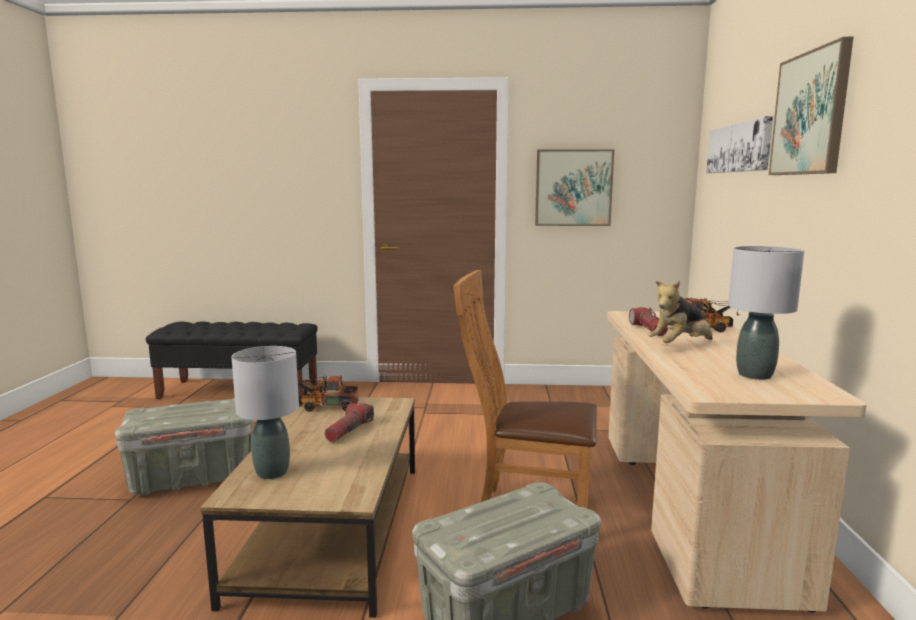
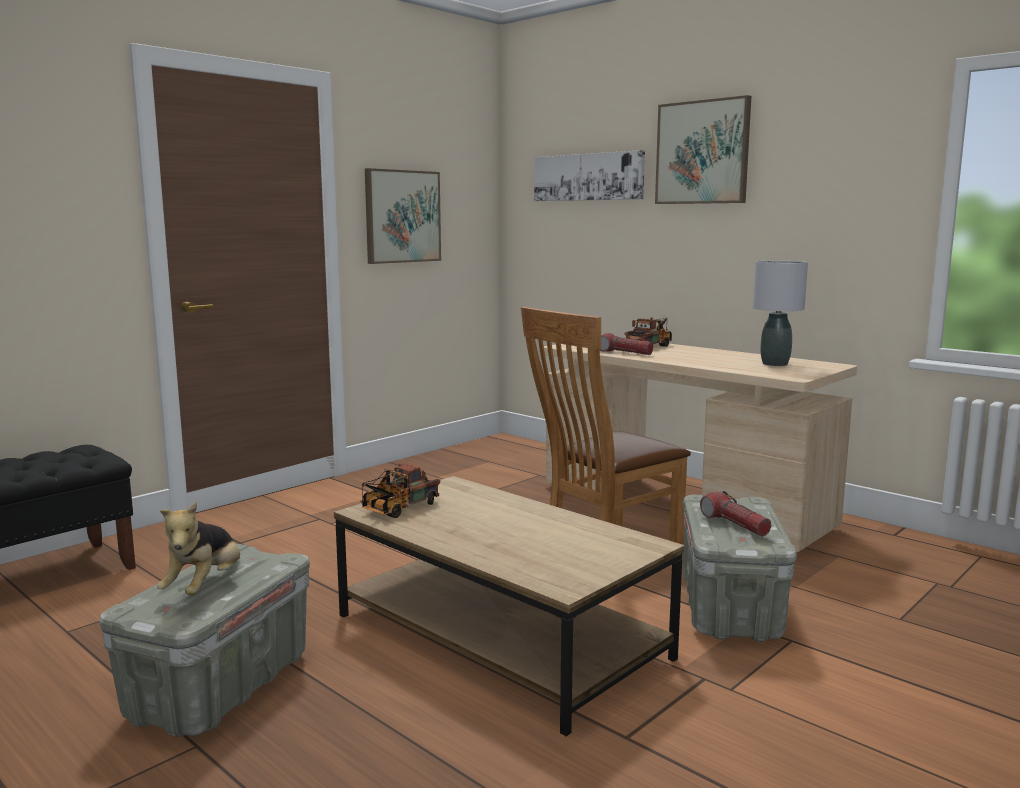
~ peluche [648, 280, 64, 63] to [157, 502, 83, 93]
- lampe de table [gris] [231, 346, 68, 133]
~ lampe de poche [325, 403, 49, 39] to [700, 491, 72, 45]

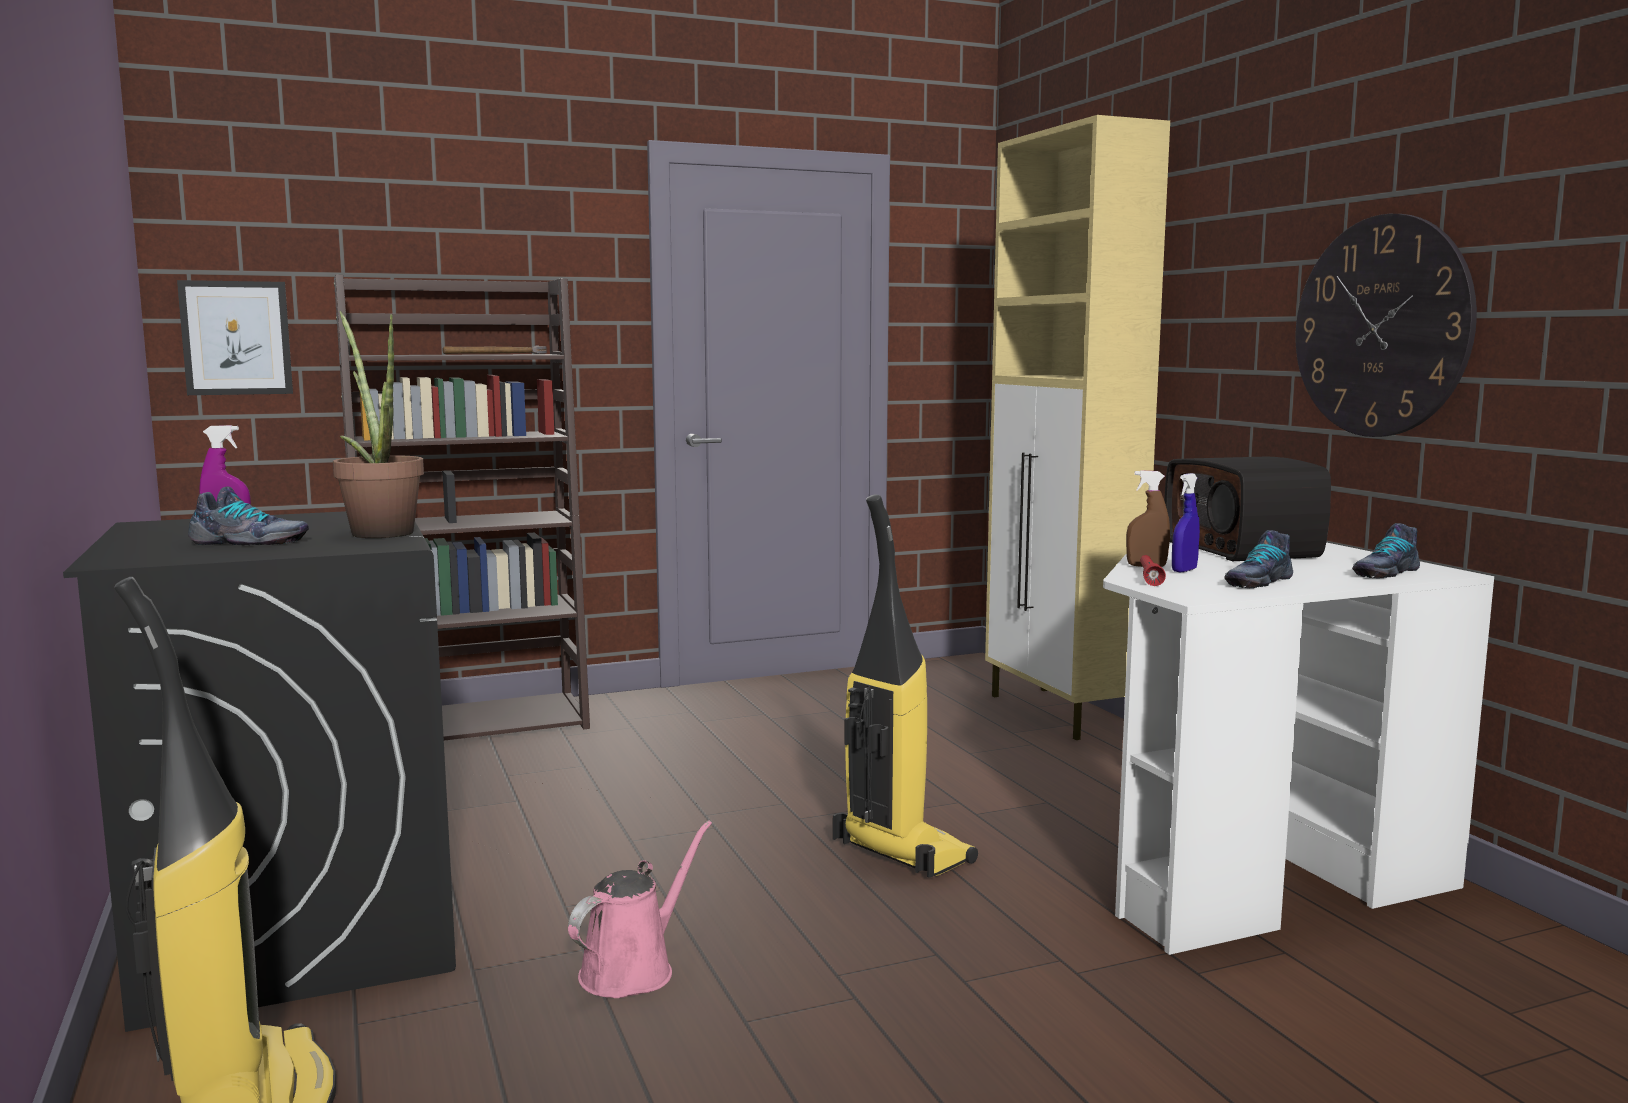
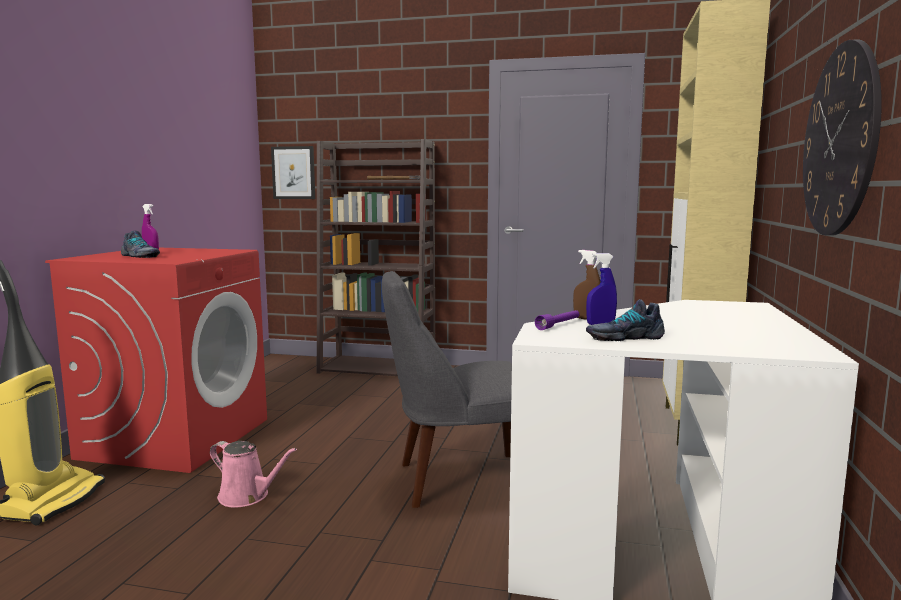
- plante en pot [333, 311, 91, 227]
- radio [1165, 457, 166, 104]
~ aspirateur [833, 495, 145, 383] to chaise [gris] [382, 271, 130, 237]
~ lave-linge [noir] [63, 511, 393, 521] to lave-linge [rouge] [45, 248, 222, 225]
- chaussure [1352, 523, 68, 55]
~ lampe de poche [rouge] [1140, 555, 26, 31] to lampe de poche [violet] [535, 310, 45, 20]
~ arrosoir [rose] [568, 820, 144, 178] = [210, 441, 87, 66] 45 degrees clockwise

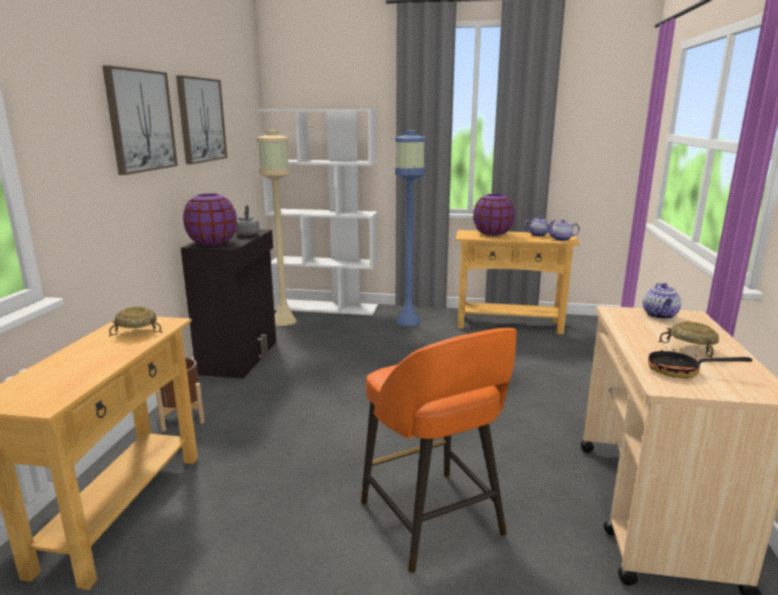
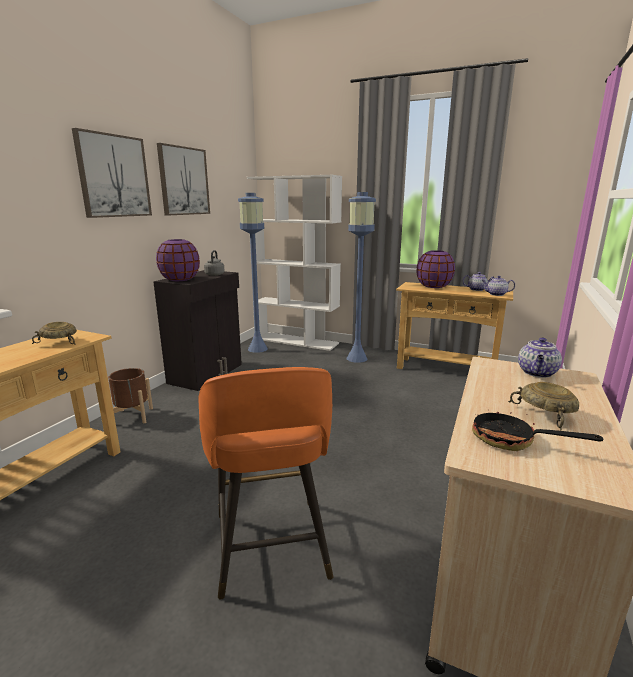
~ lampadaire [beige] [257, 130, 39, 196] to lampadaire [bleu] [238, 193, 30, 160]

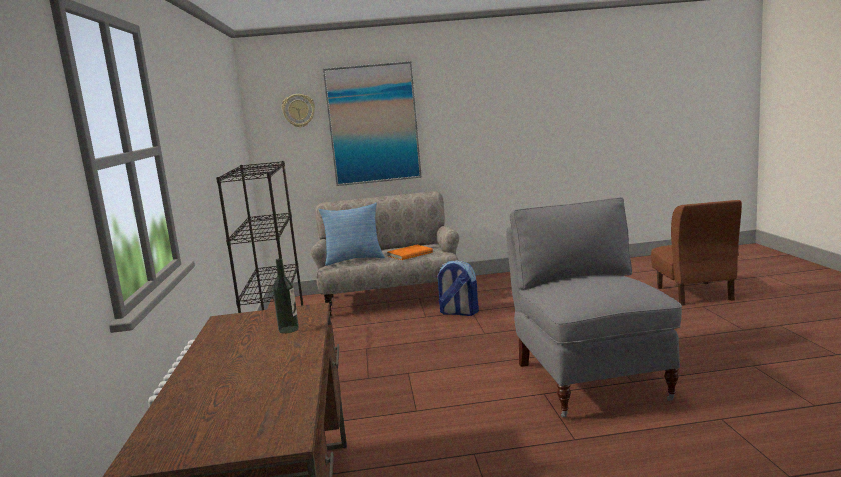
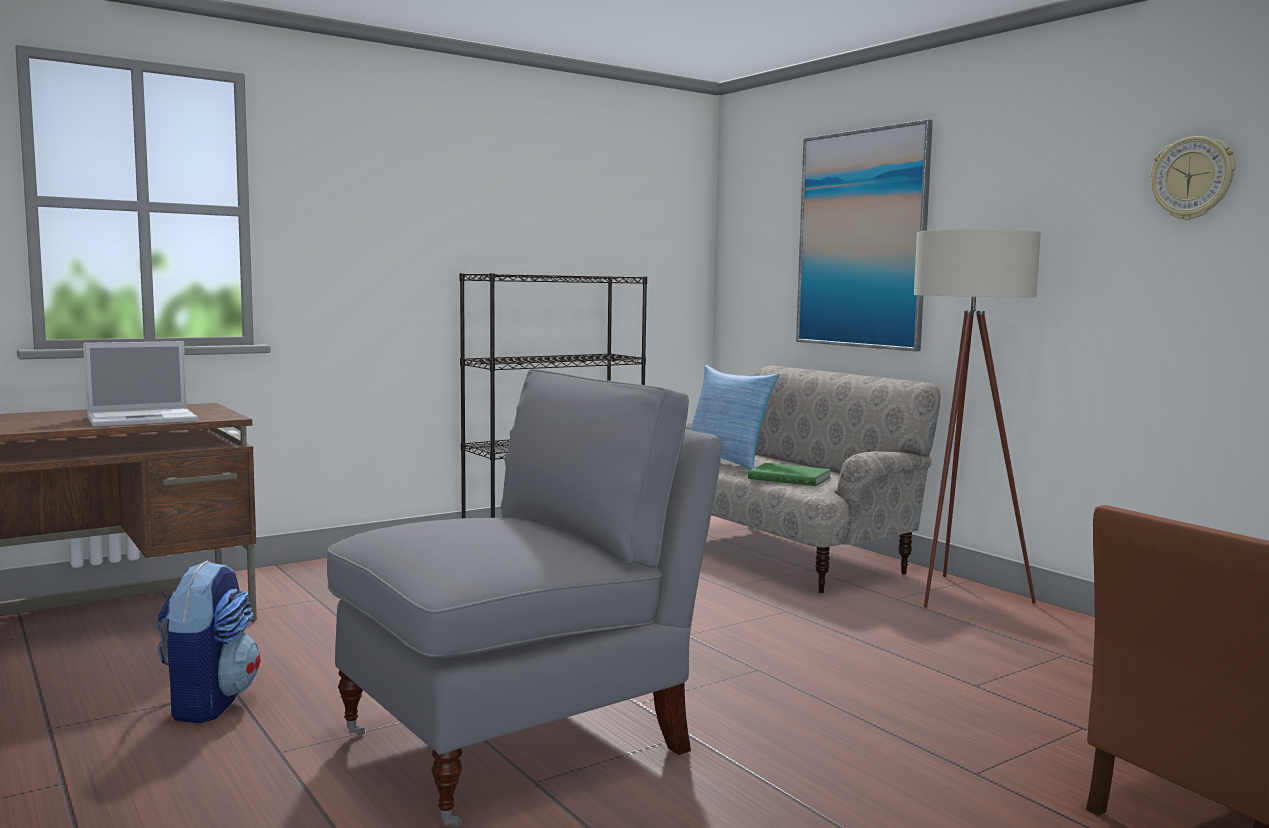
~ horloge murale [282, 94, 33, 33] to [1150, 136, 86, 84]
~ livre [orange] [387, 245, 46, 15] to livre [vert] [748, 463, 83, 23]
~ bouteille [273, 258, 26, 76] to ordinateur portable [83, 341, 115, 86]
~ sac à dos [436, 260, 43, 56] to [156, 561, 104, 162]
+ lampadaire [beige] [914, 229, 127, 379]

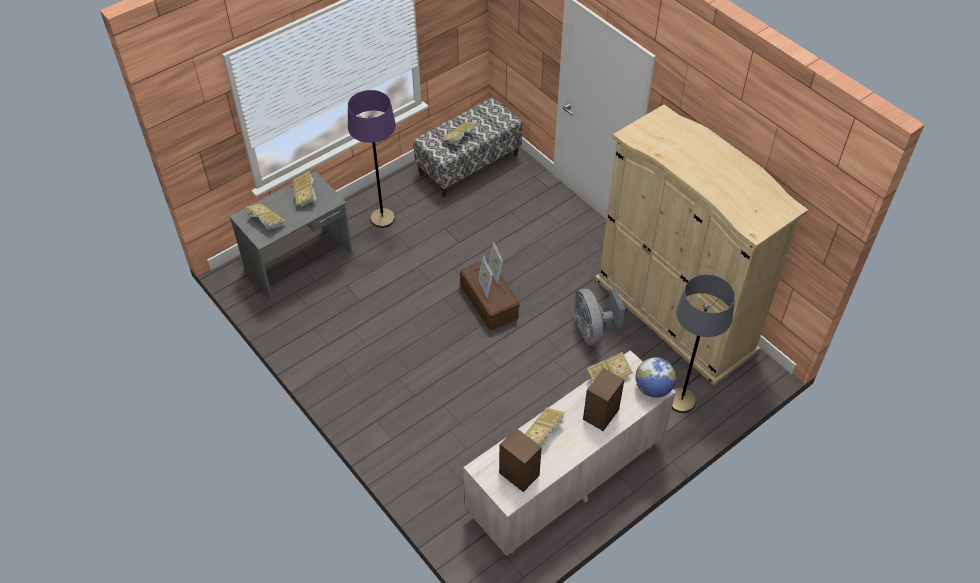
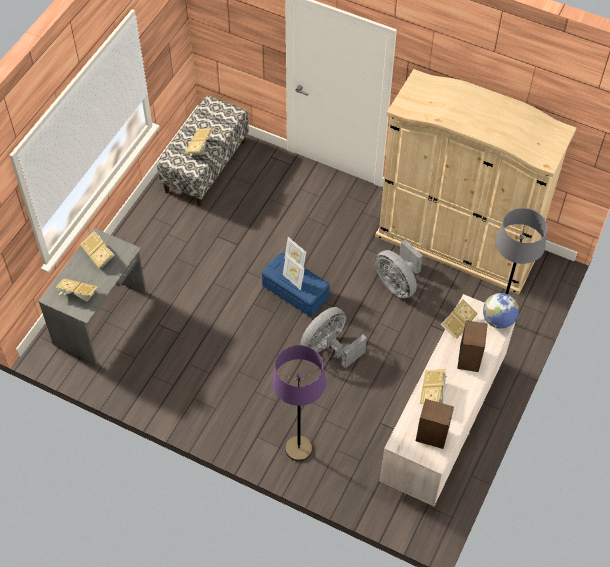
~ lampadaire [violet] [348, 90, 48, 138] to [272, 345, 54, 116]
~ boîte de rangement [marron] [460, 259, 59, 71] to boîte de rangement [bleu] [262, 253, 68, 64]
+ ventilateur [gris] [301, 307, 66, 61]

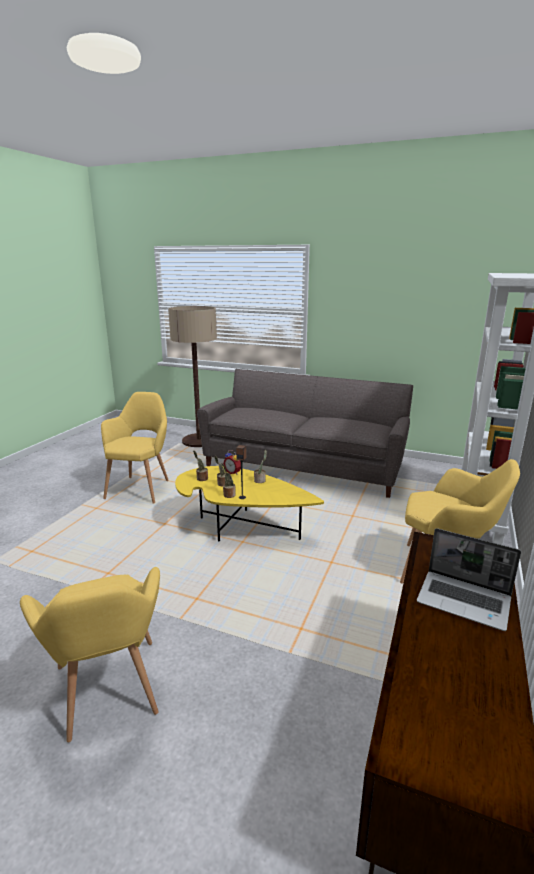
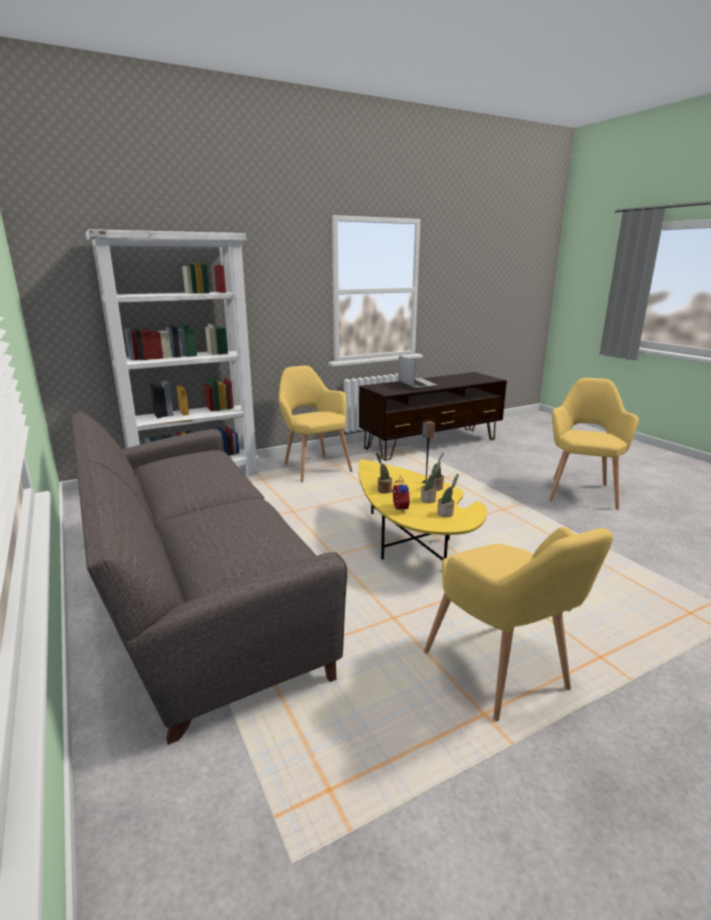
- lampadaire [168, 306, 49, 141]
~ fauteuil [jaune] [101, 392, 68, 112] = [424, 527, 189, 194] 75 degrees counterclockwise

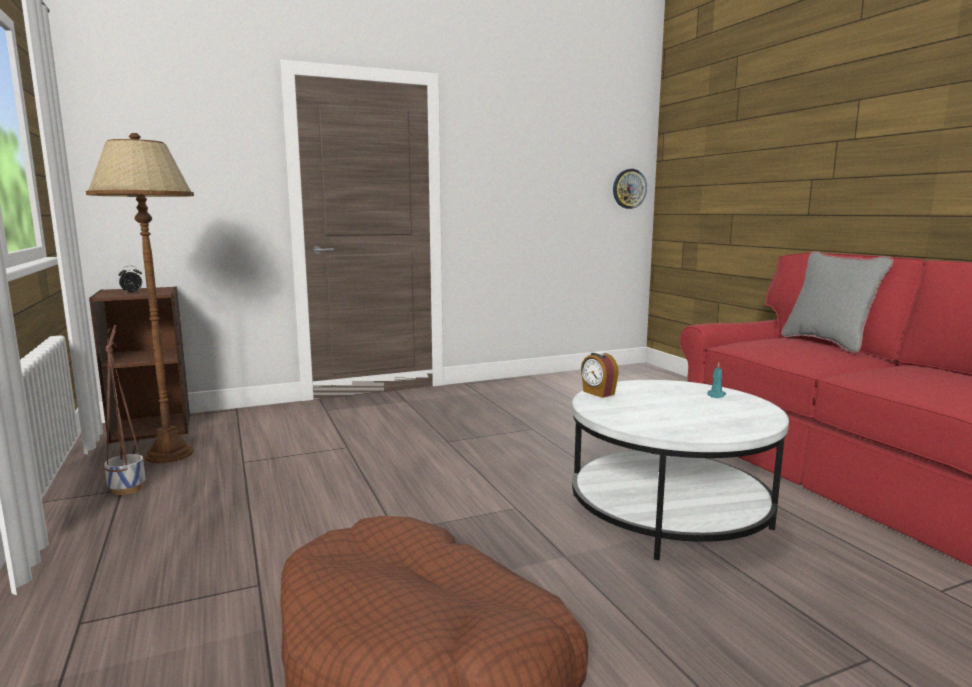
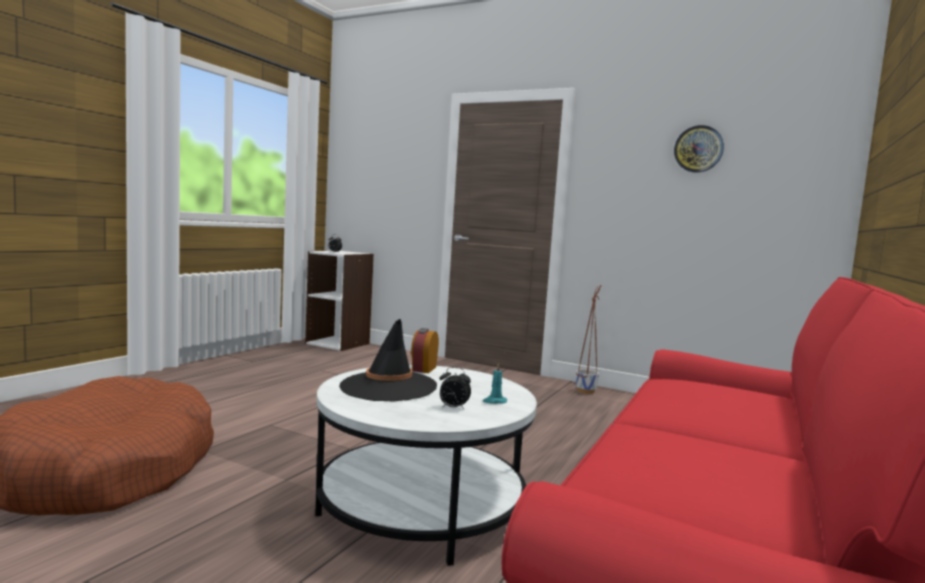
- lampadaire [marron] [86, 133, 108, 330]
~ horloge murale [613, 169, 34, 40] to [674, 125, 50, 48]
- coussin [gris] [781, 251, 113, 102]
~ bibliothèque [marron] [89, 286, 101, 157] to bibliothèque [blanc] [305, 250, 69, 101]
~ cache-pot [104, 325, 41, 170] to [575, 285, 26, 109]
+ chapeau [noir] [339, 319, 98, 83]
+ réveil [439, 367, 32, 42]

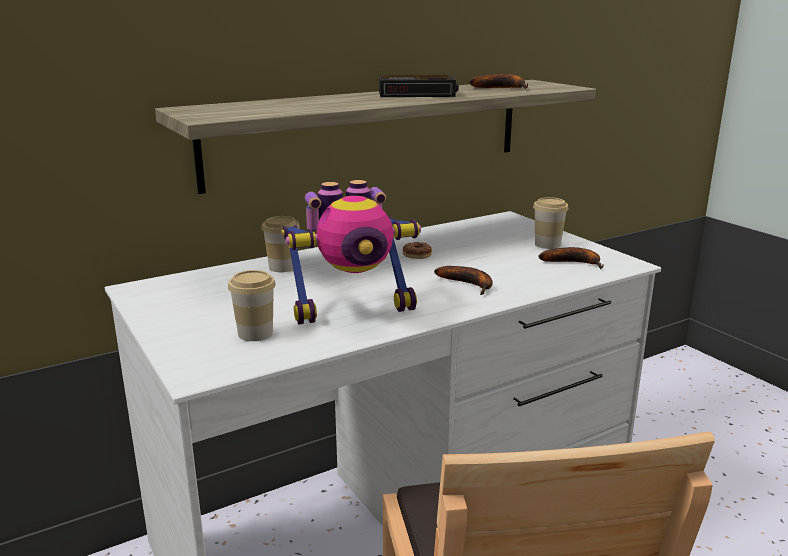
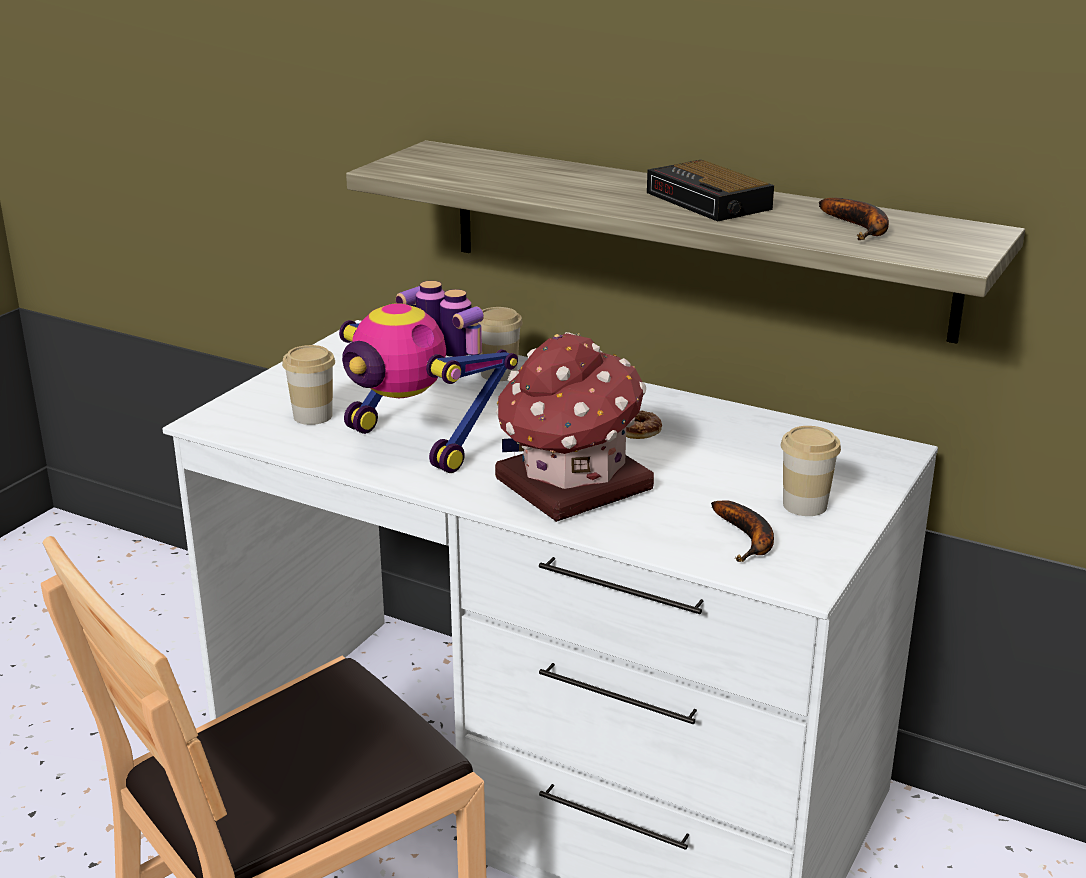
~ banane [434, 266, 59, 29] to maison miniature [495, 332, 159, 190]

